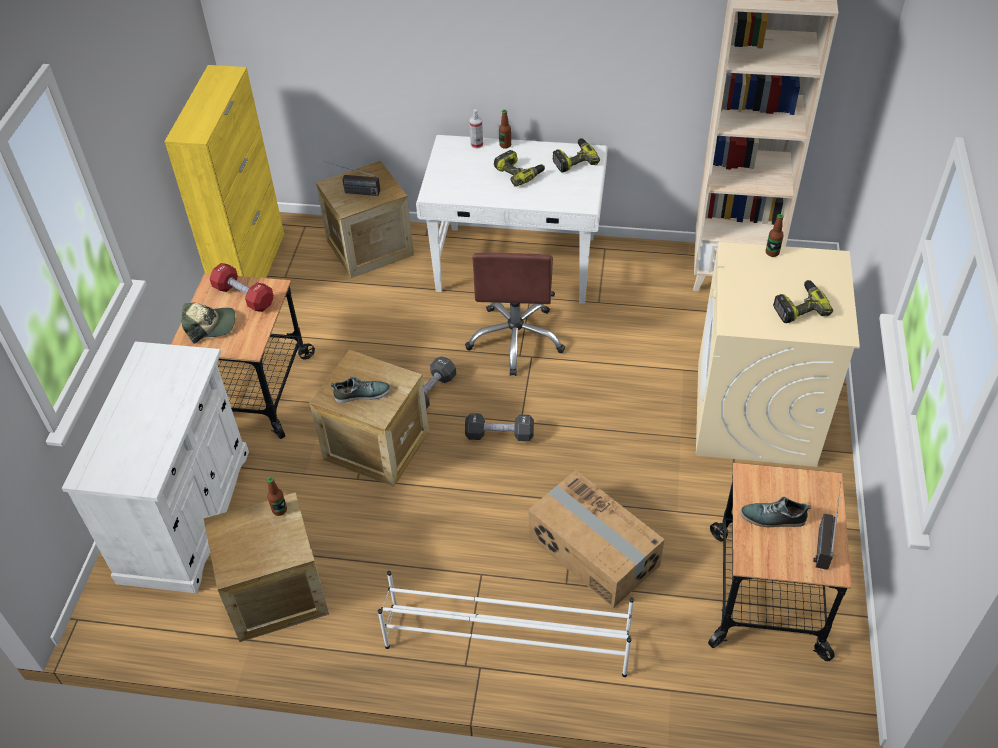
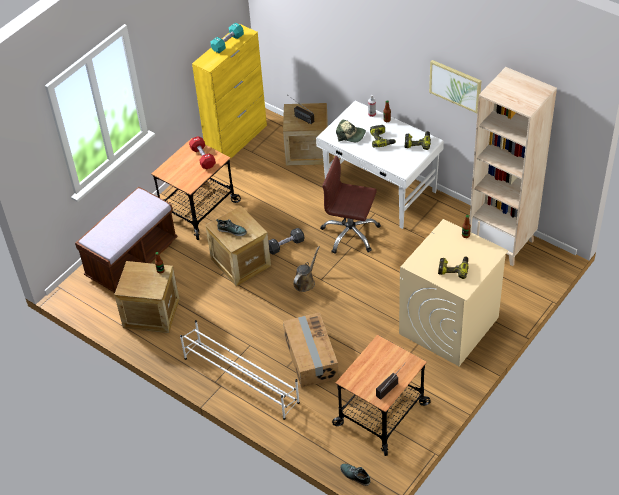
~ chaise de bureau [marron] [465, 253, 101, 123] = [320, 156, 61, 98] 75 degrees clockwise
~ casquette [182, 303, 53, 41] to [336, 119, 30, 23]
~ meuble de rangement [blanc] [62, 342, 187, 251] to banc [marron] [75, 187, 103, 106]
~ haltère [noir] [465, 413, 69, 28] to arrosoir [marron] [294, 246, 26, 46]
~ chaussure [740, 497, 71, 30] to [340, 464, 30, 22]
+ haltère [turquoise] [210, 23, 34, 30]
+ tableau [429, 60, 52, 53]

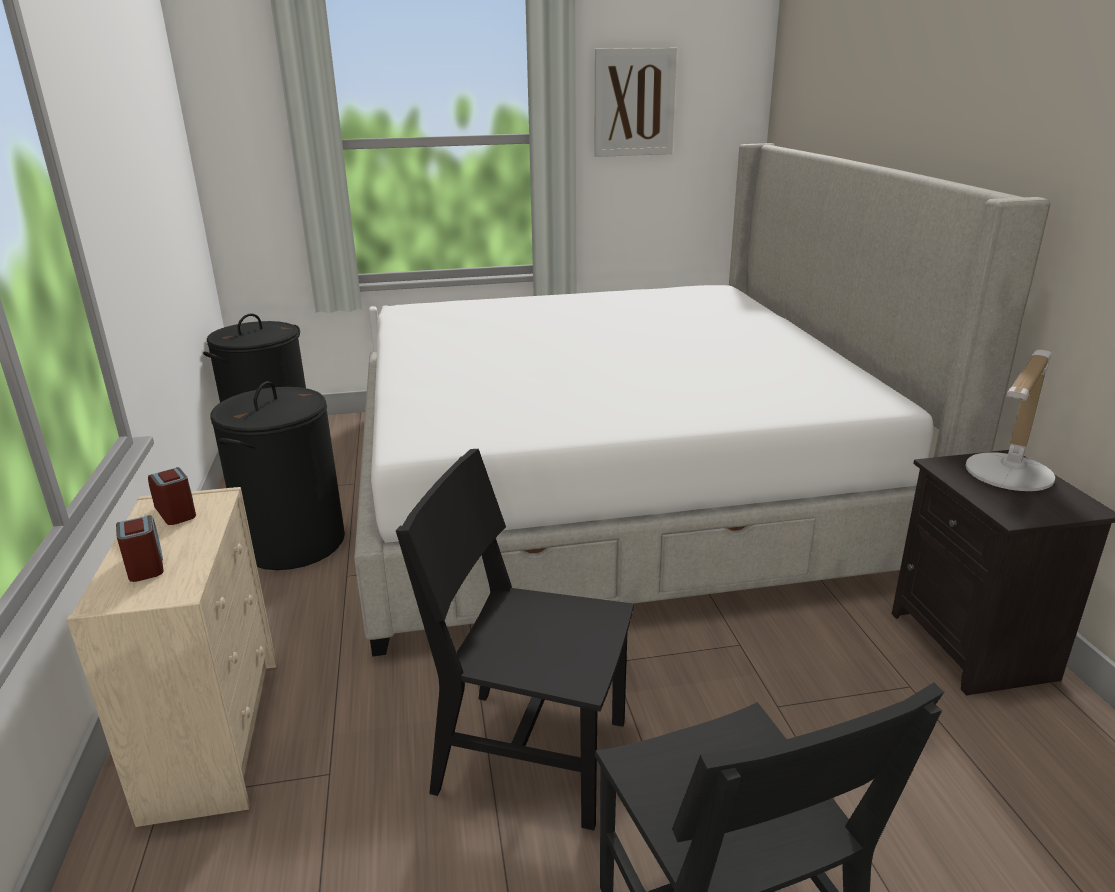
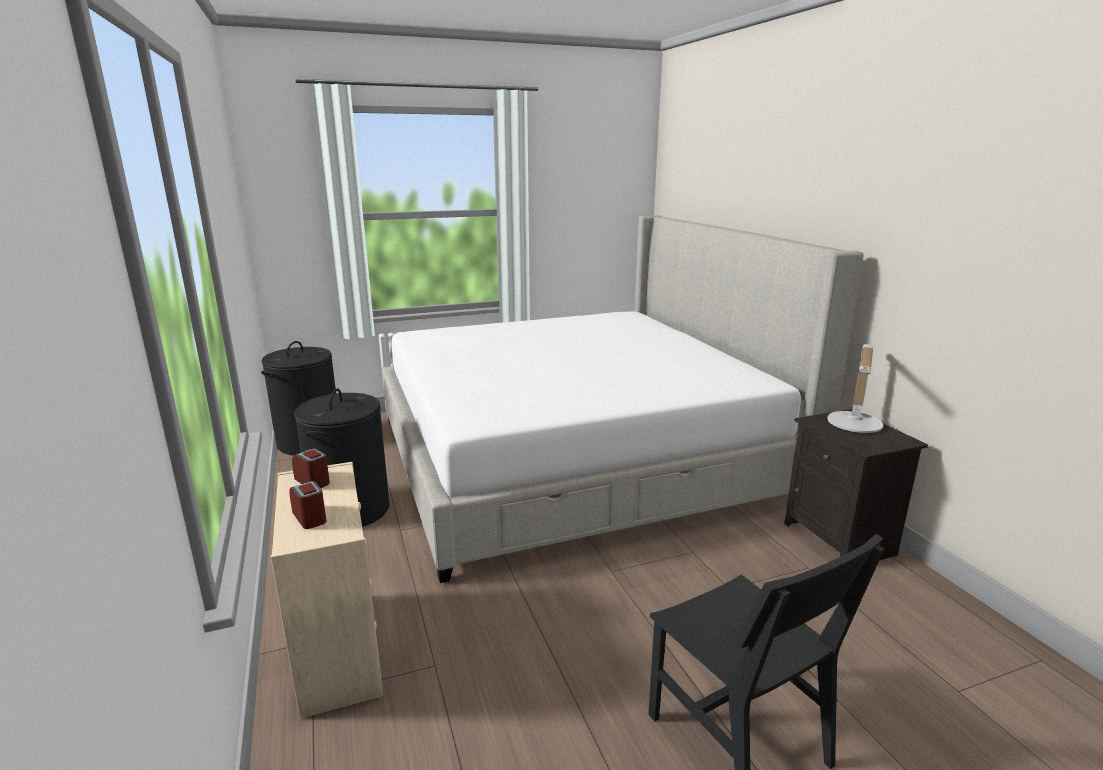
- tableau [594, 48, 83, 109]
- chaise [noir] [396, 449, 238, 381]

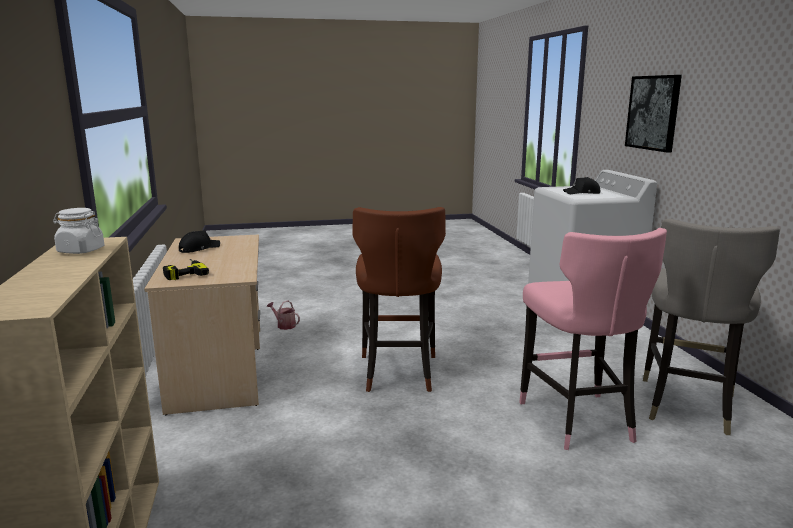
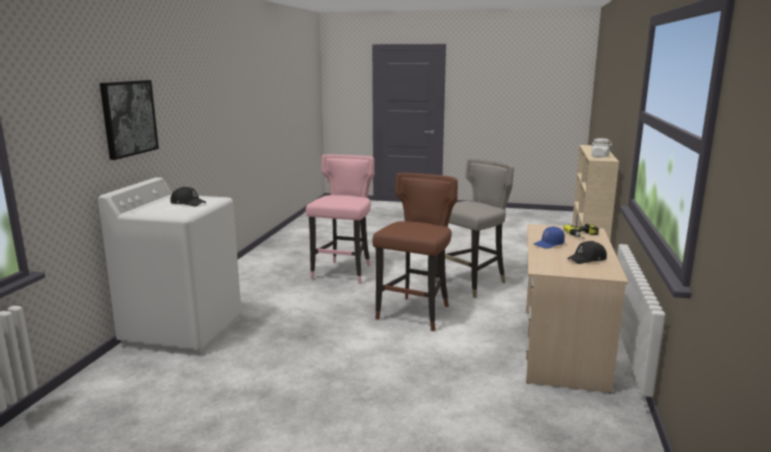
~ tabouret [gris] [643, 218, 137, 217] to [435, 159, 79, 139]
- arrosoir [267, 300, 33, 30]
+ casquette [bleu] [534, 227, 31, 21]

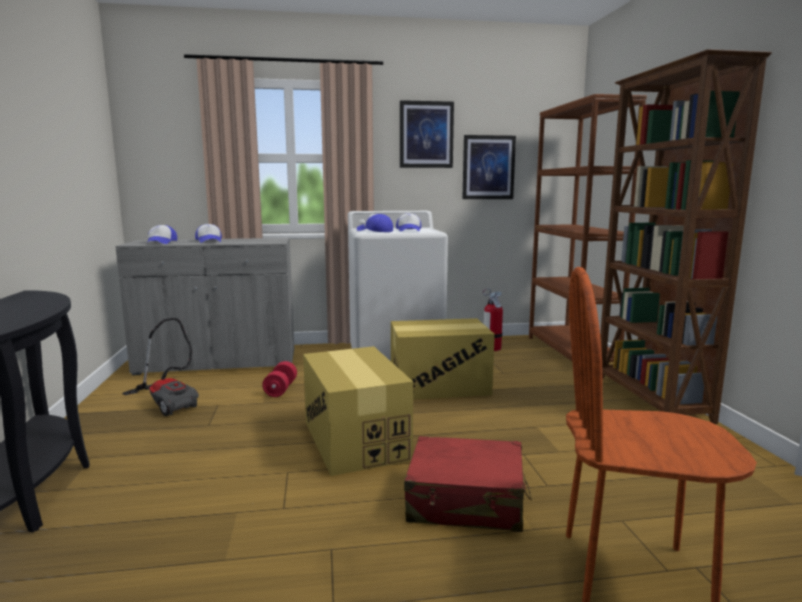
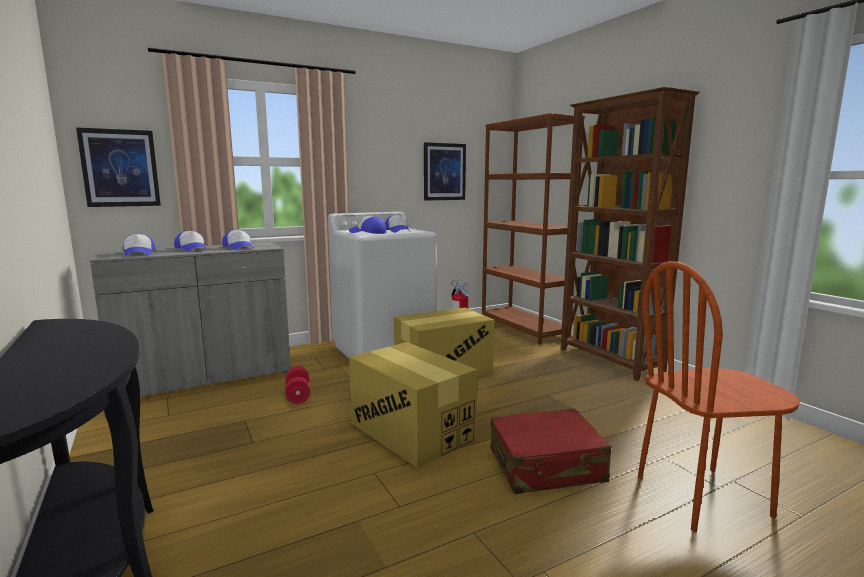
~ tableau [400, 100, 54, 68] to [76, 127, 85, 80]
- aspirateur [122, 318, 77, 98]
+ casquette [222, 230, 29, 20]

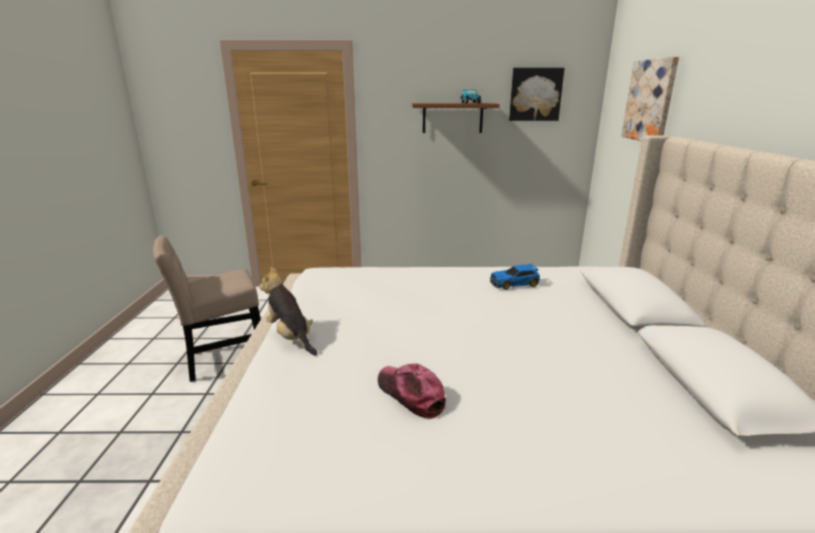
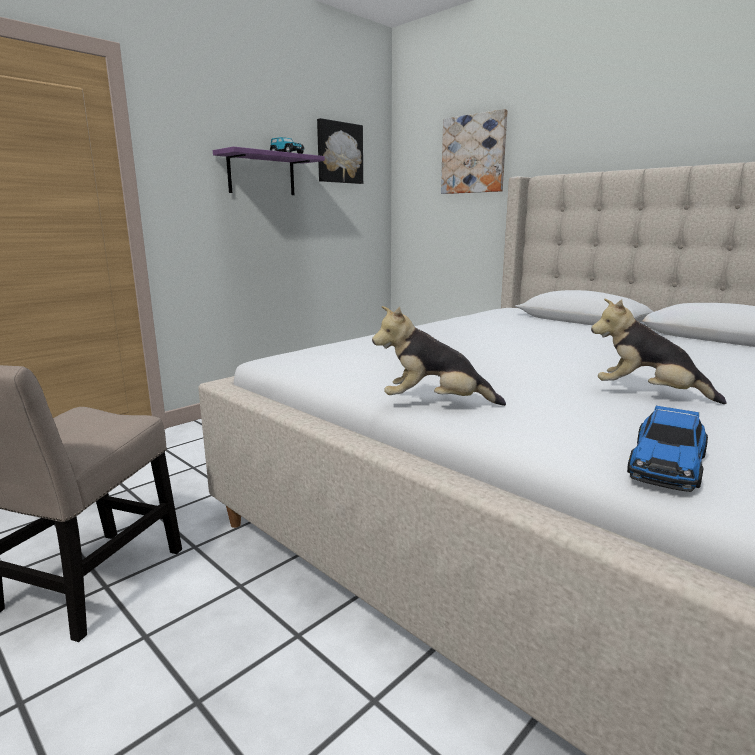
~ étagère [marron] [412, 103, 88, 30] to étagère [violet] [213, 146, 112, 49]
~ petite voiture [490, 264, 50, 26] to [627, 405, 81, 87]
~ casquette [378, 363, 68, 56] to peluche [591, 298, 135, 106]

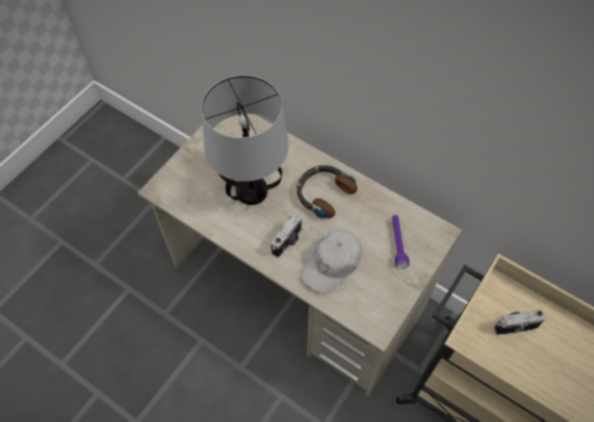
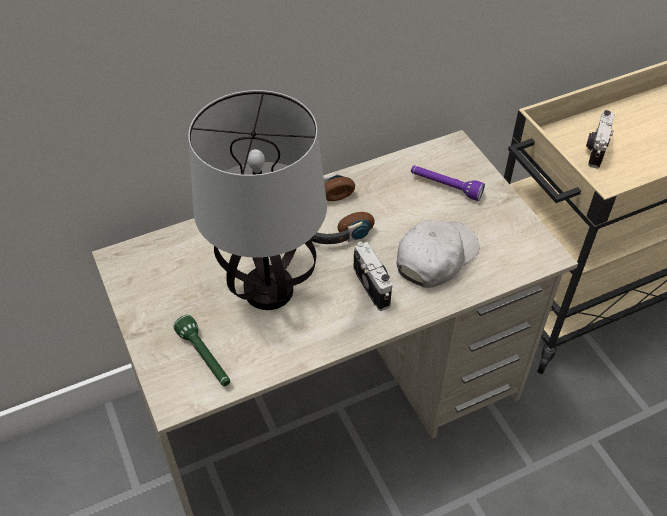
~ casquette [blanc] [300, 230, 61, 64] = [397, 220, 82, 68] 120 degrees counterclockwise
+ lampe de poche [vert] [174, 315, 56, 71]

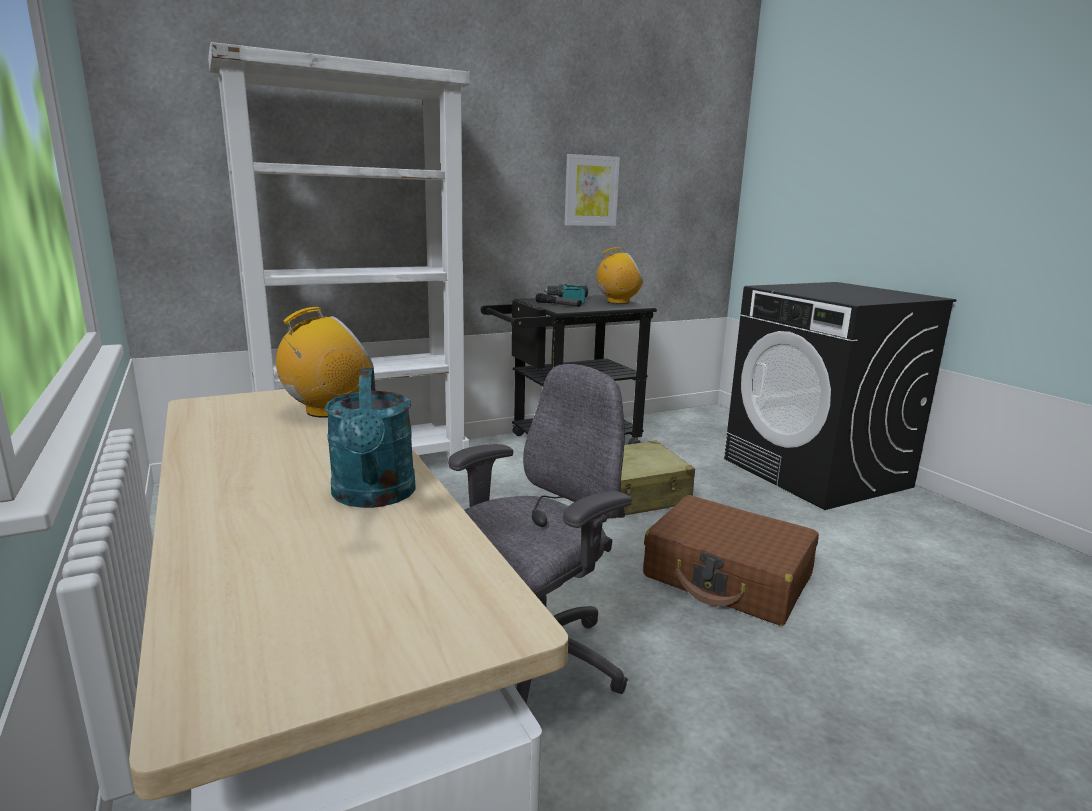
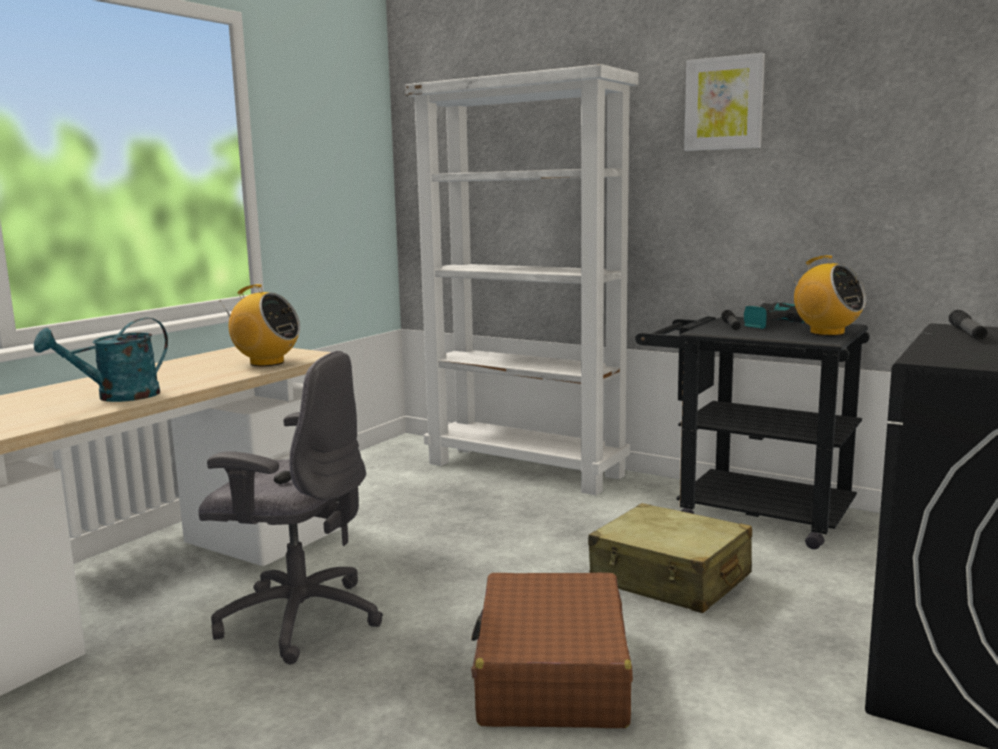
~ tableau [564, 154, 56, 72] to [684, 53, 81, 98]
+ lampe de poche [949, 310, 38, 29]

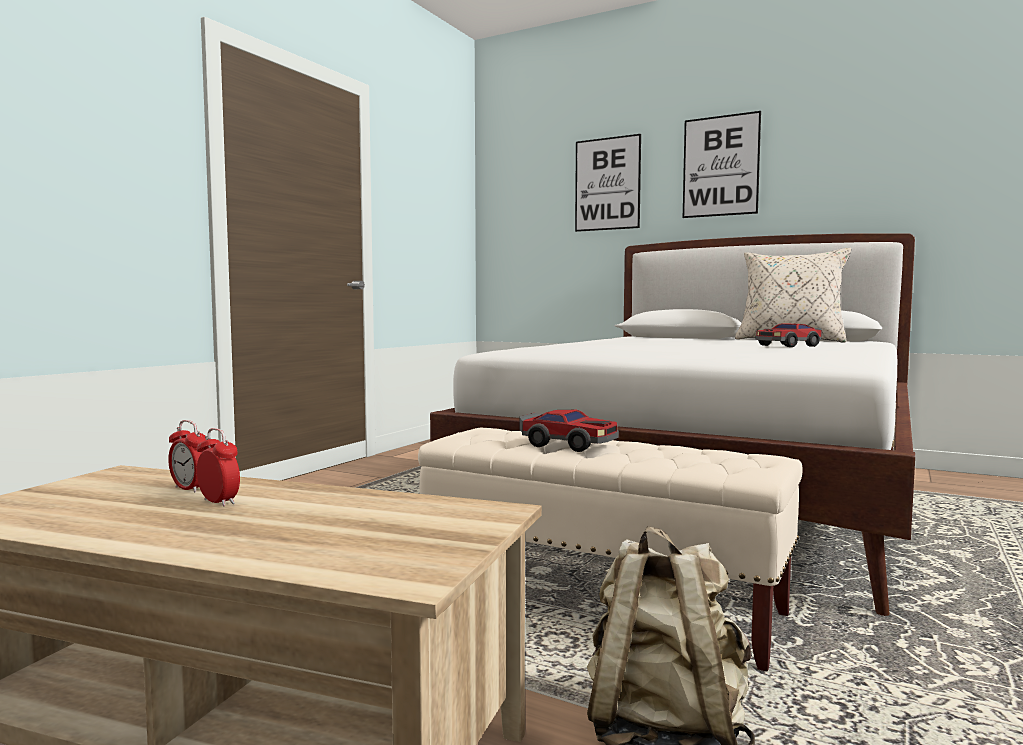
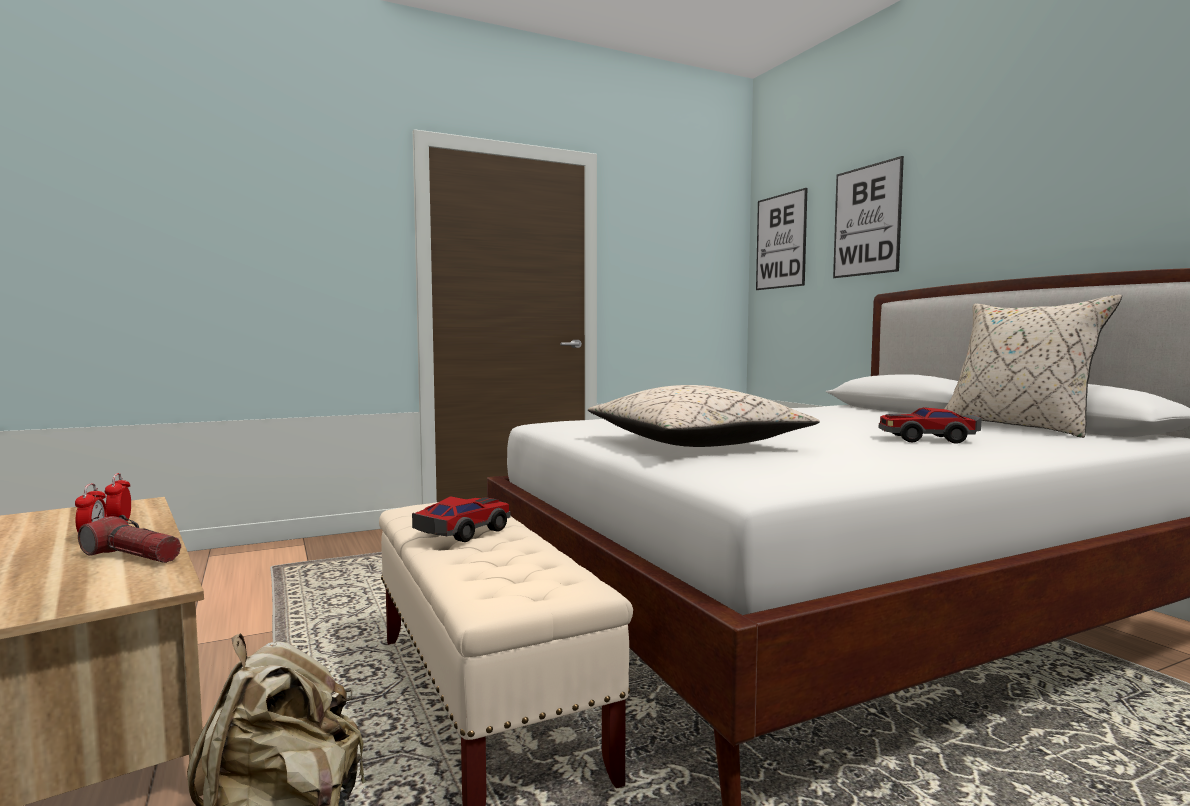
~ tableau [683, 111, 78, 107] to [756, 188, 51, 102]
~ petite voiture [519, 410, 100, 42] = [412, 496, 99, 46] 120 degrees counterclockwise
+ coussin [beige] [588, 385, 232, 62]
+ lampe de poche [78, 515, 103, 48]

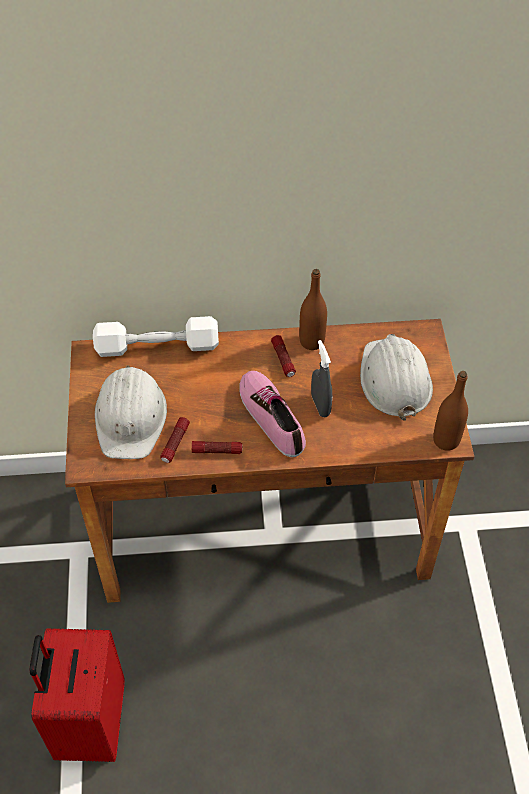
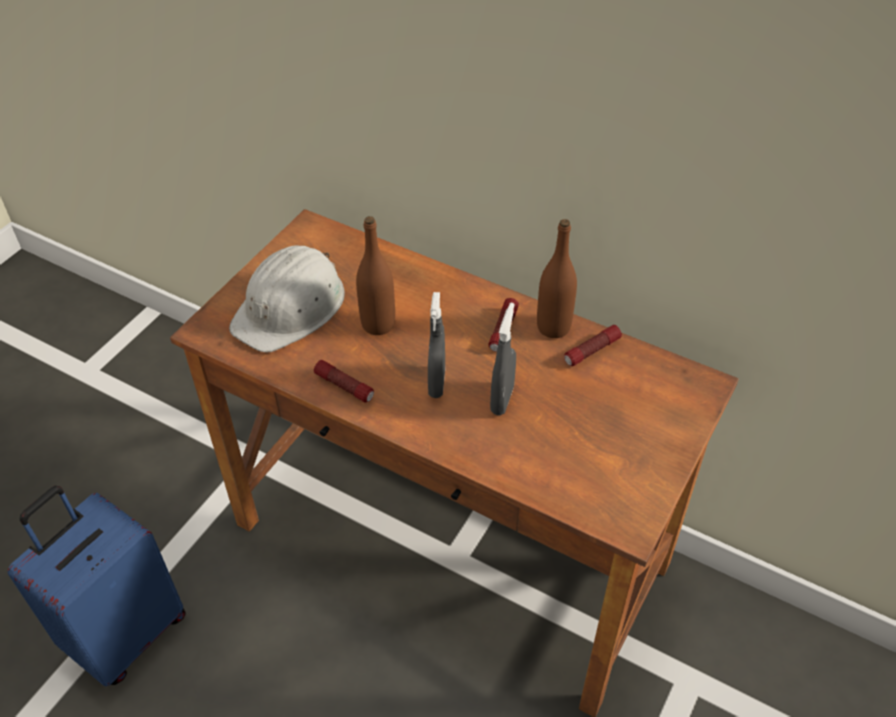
- haltère [blanc] [93, 316, 126, 41]
- casque de chantier [blanc] [360, 334, 73, 87]
~ chaussure [239, 371, 67, 86] to vaporisateur [gris] [428, 292, 17, 106]
~ bouteille [marron] [433, 371, 35, 80] to [356, 216, 39, 119]
~ lampe de poche [160, 417, 30, 46] to [564, 325, 58, 41]
~ valise [rouge] [29, 628, 96, 134] to valise [bleu] [8, 486, 178, 200]

